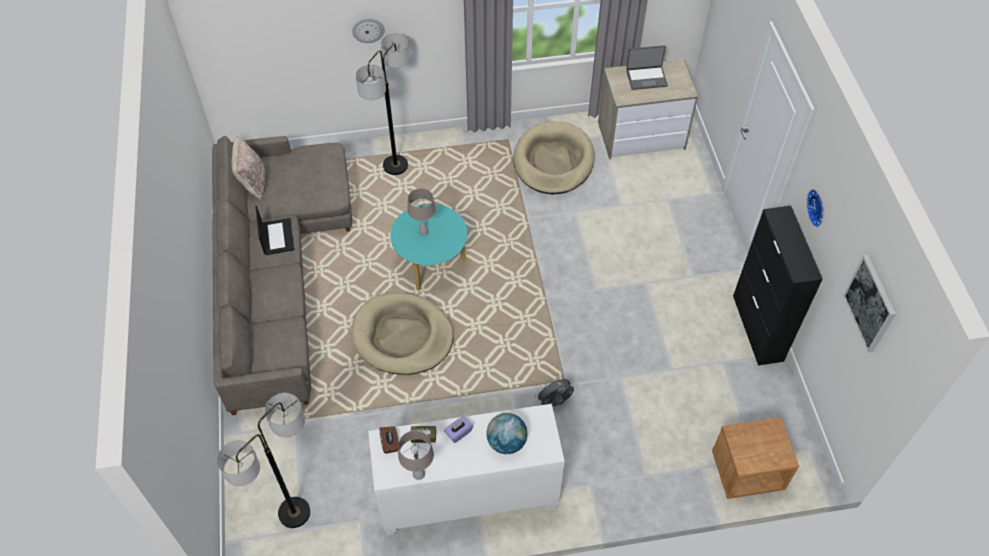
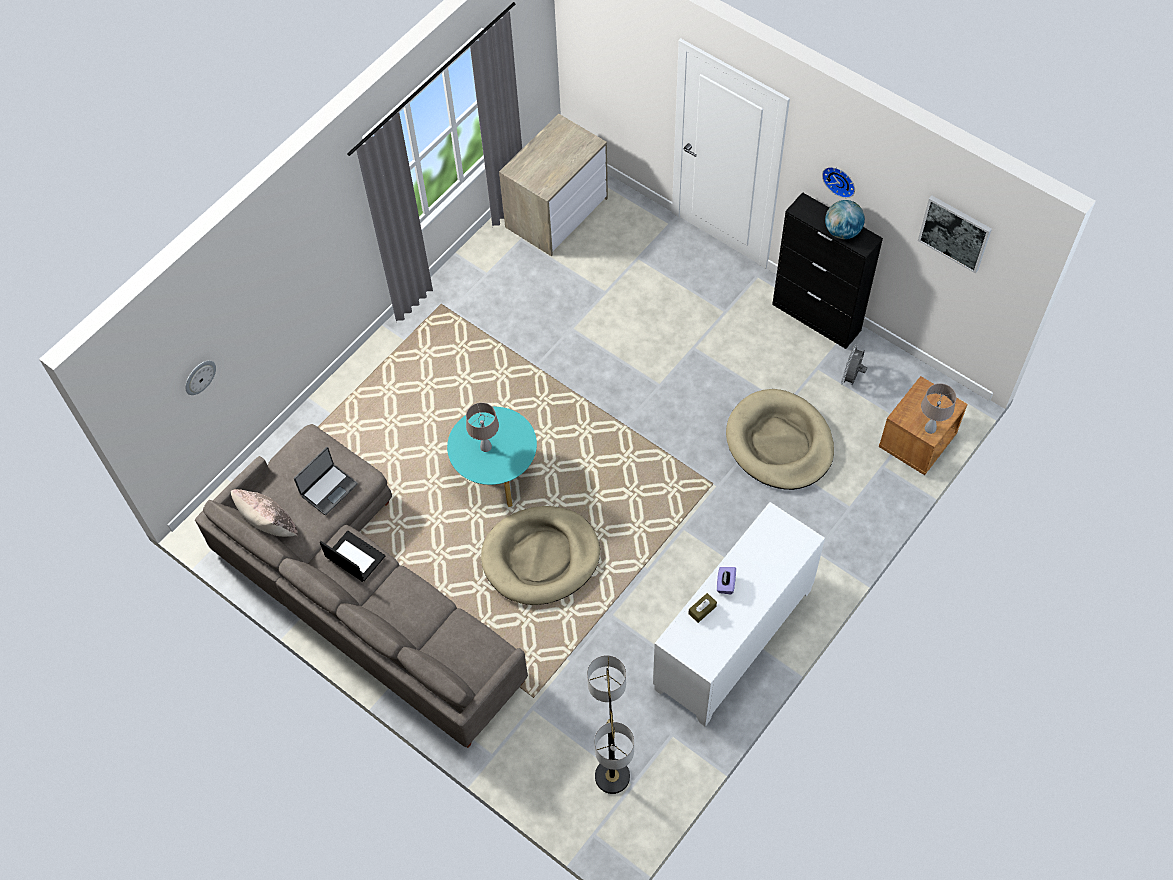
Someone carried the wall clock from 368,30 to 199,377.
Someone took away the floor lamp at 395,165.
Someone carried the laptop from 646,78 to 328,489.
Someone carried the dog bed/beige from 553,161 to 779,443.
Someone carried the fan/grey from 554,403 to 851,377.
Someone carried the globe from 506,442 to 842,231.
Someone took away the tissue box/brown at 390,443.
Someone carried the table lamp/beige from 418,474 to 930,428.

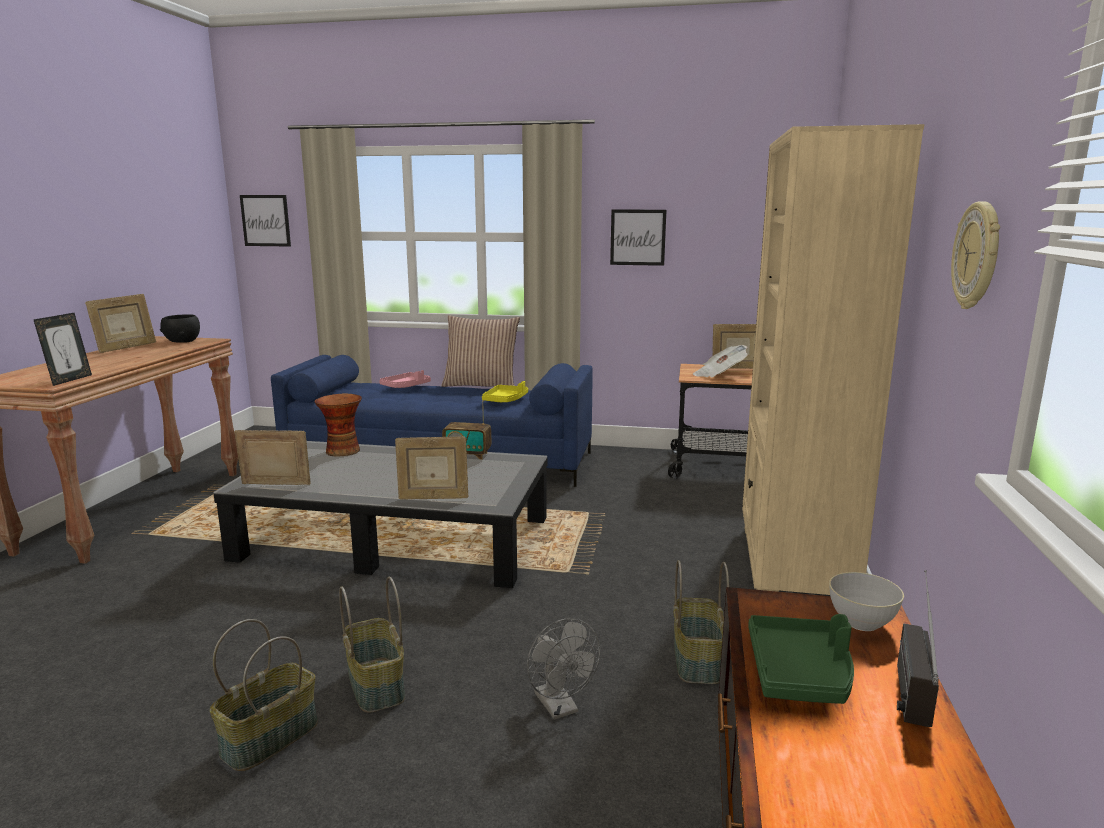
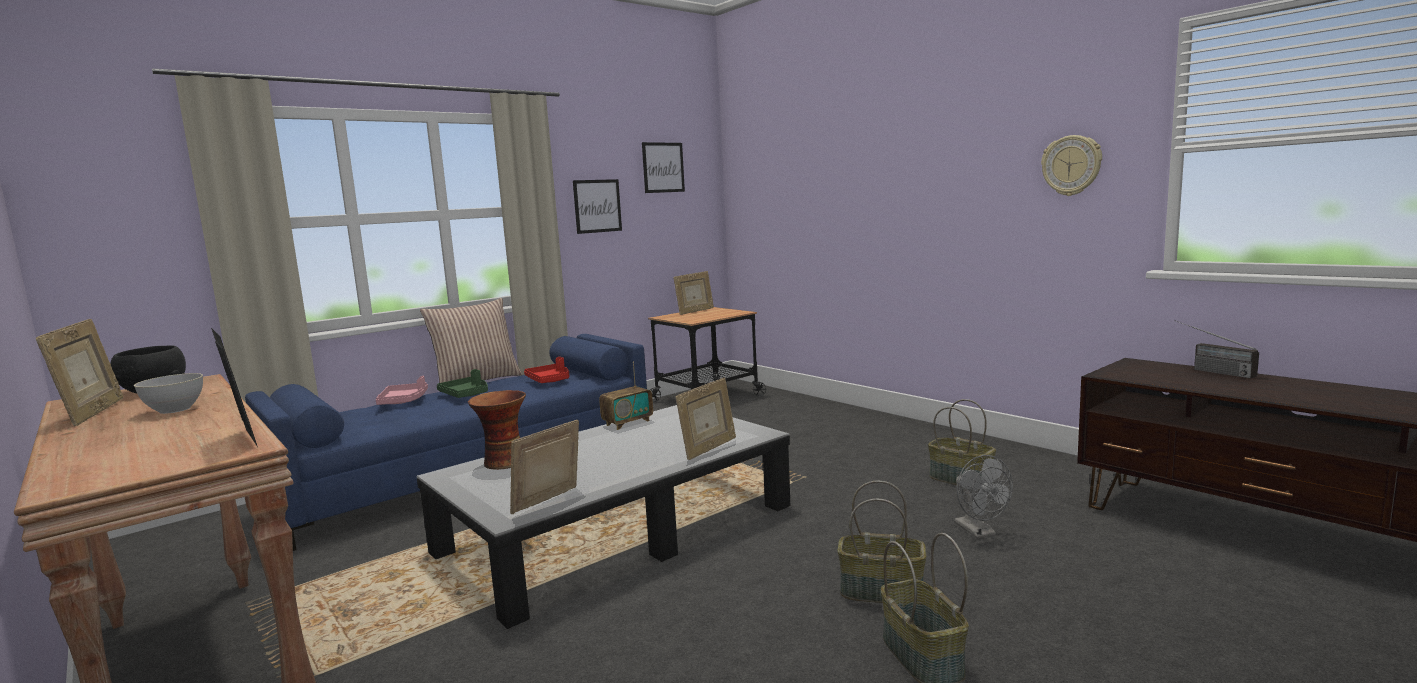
Someone took away the bookcase/beige at 792,569.
Someone carried the picture from 265,220 to 663,167.
Someone took away the newspaper at 719,375.
Someone repainted the tray/yellow at 505,400, which became the tray/red at 549,380.
Someone carried the bowl/grey from 861,622 to 175,409.
Someone carried the tray/green from 800,673 to 466,394.
Someone rotated the fan/grey at 560,707 by 60 degrees clockwise.

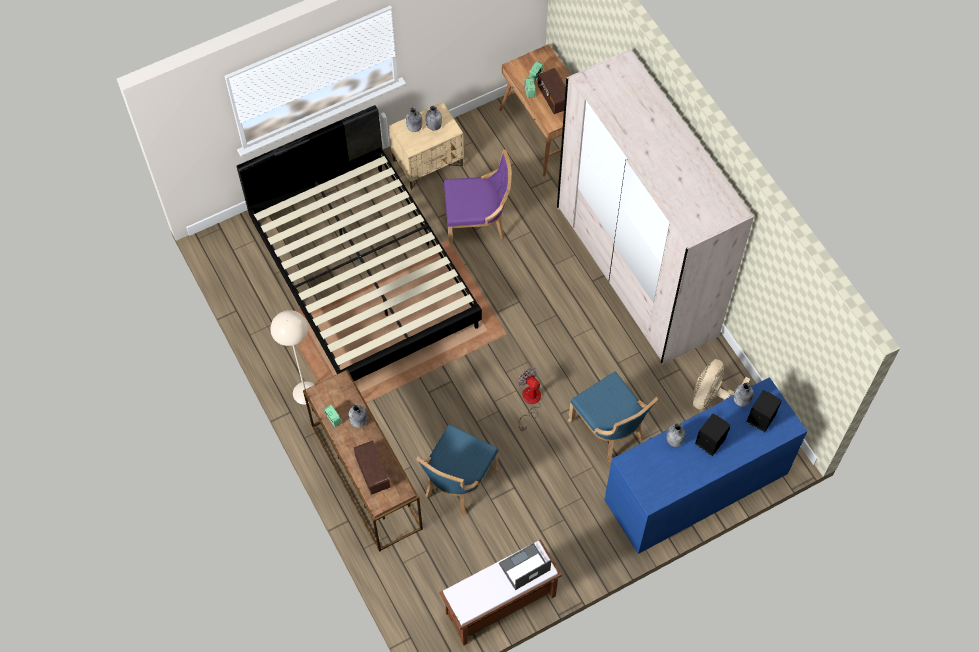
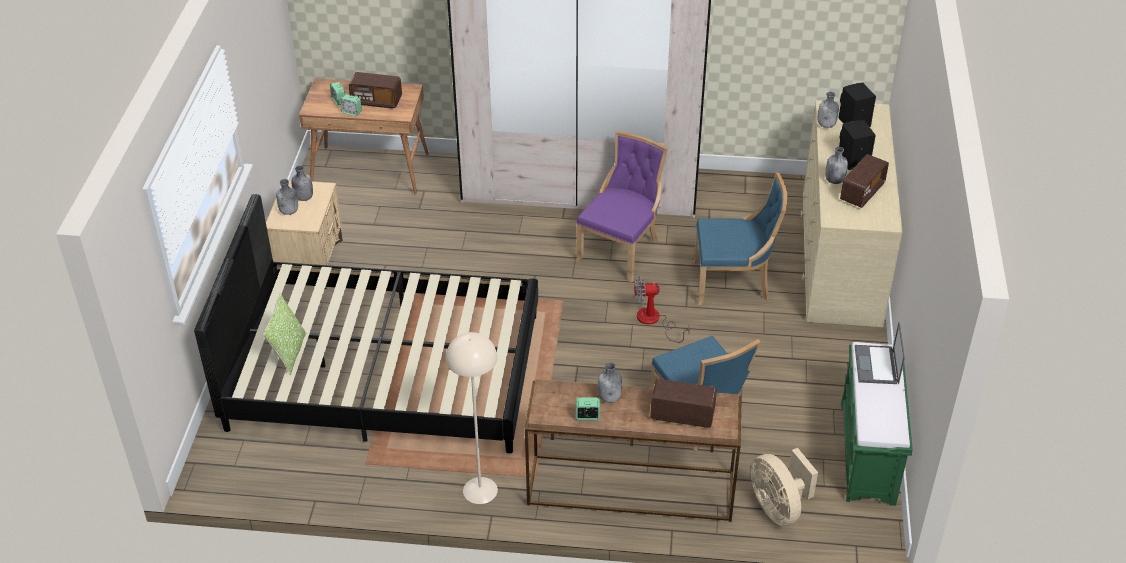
Someone carried the chair/purple from 477,224 to 621,250.
Someone carried the fan/beige from 712,397 to 778,507.
Someone repainted the dresser/blue at 696,486, which became the dresser/beige at 840,256.
Someone repainted the bench/brown at 500,605, which became the bench/green at 868,453.
Someone put down the radio at 862,192.
Someone put down the pillow at 289,353.

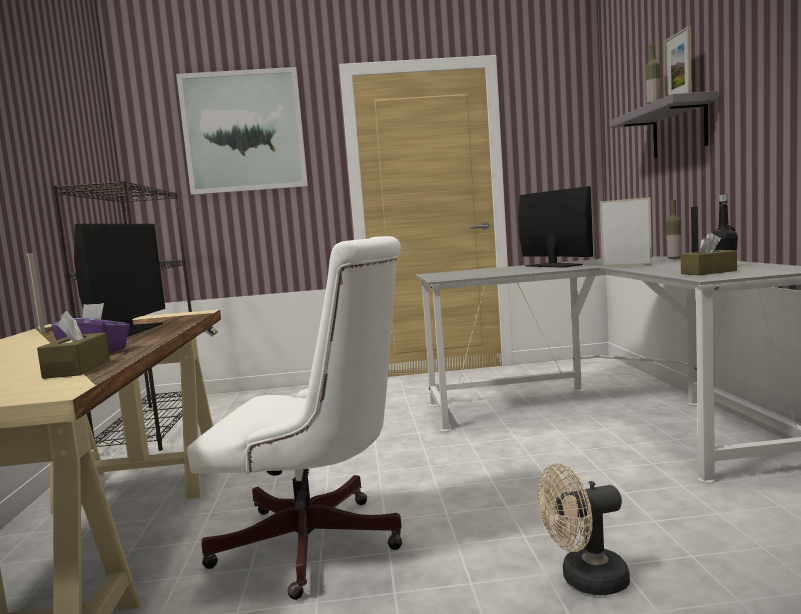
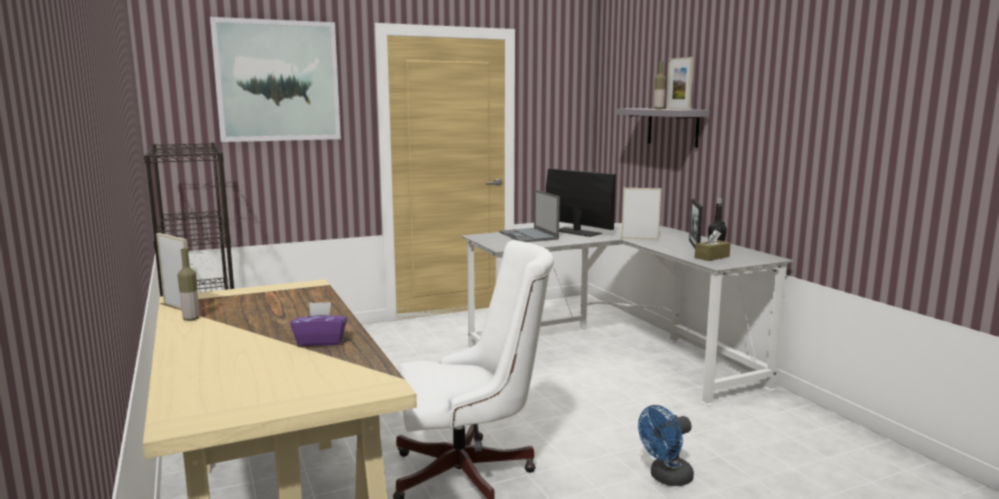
Someone carried the bottle from 674,258 to 191,319.
Someone took away the monitor at 128,331.
Someone took away the tissue box/brown at 77,369.
Someone repainted the fan/beige at 585,580, which became the fan/blue at 666,478.
Someone put down the laptop at 529,236.

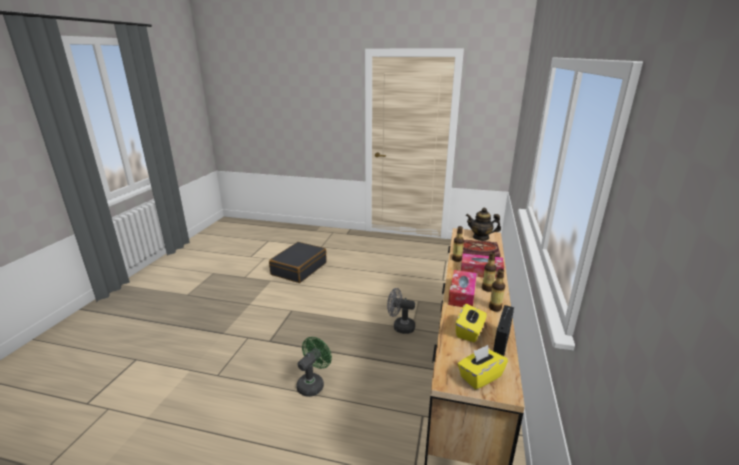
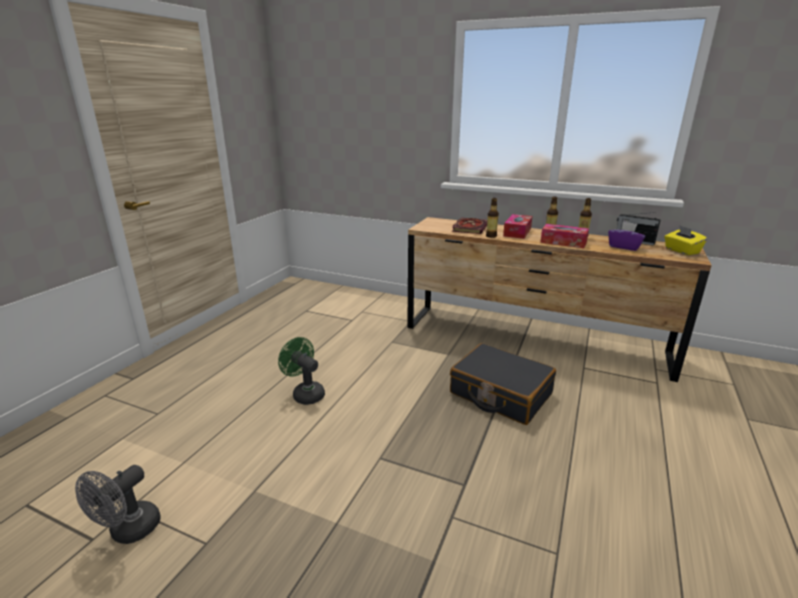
Someone took away the teapot at 481,237.
Someone carried the suitcase/black from 299,268 to 500,394.
Someone carried the fan/grey from 400,327 to 129,532.
Someone repainted the tissue box/yellow at 470,332, which became the tissue box/purple at 624,247.
Someone carried the fan/green from 313,383 to 305,393.

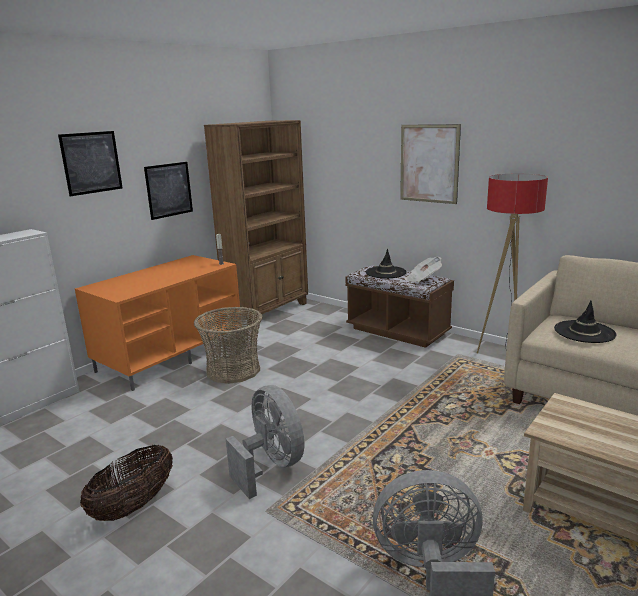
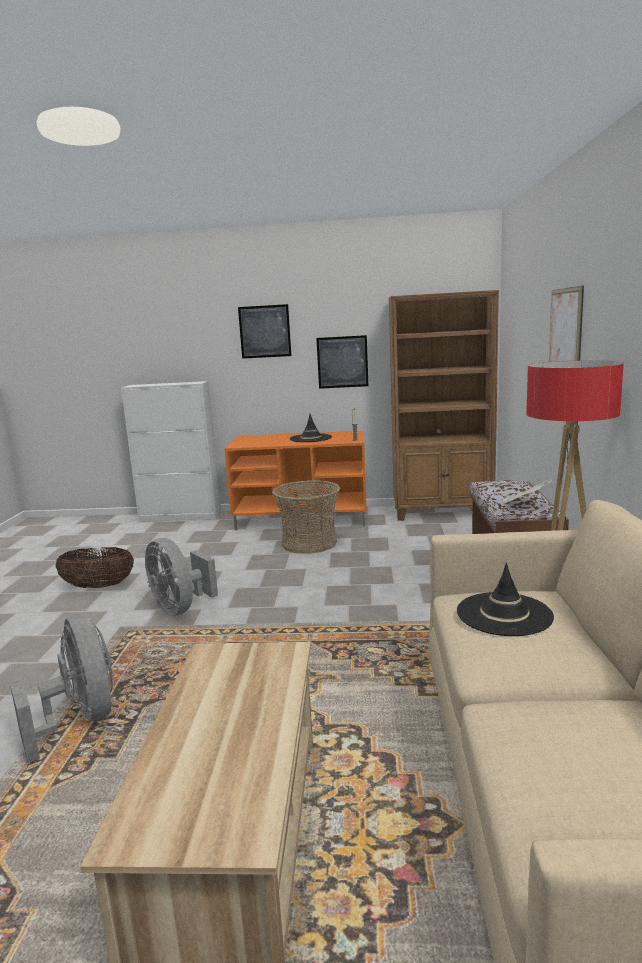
Someone carried the hat/black from 385,272 to 311,438.
Someone rotated the fan/grey at 271,466 by 120 degrees clockwise.

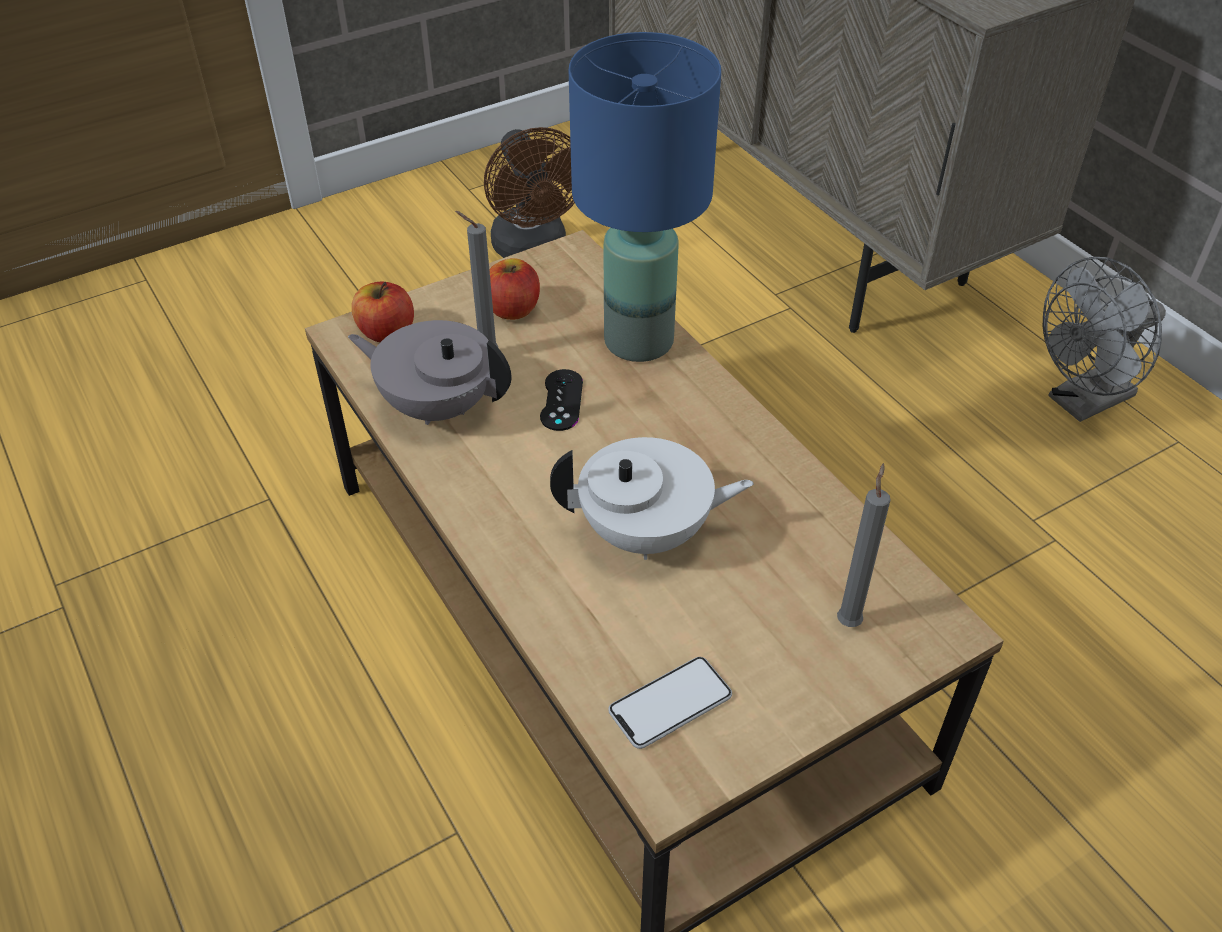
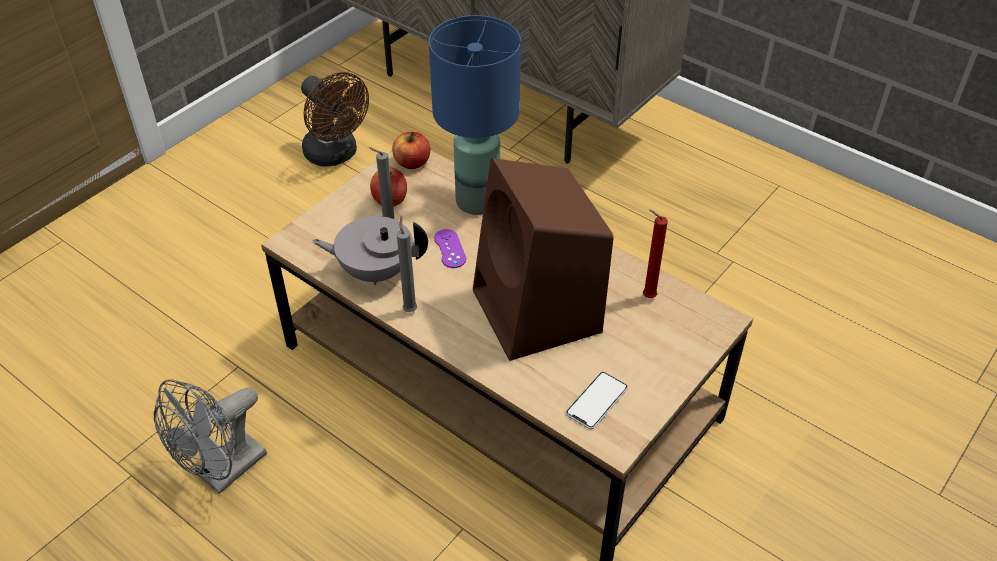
Someone carried the fan/grey from 1081,403 to 223,472.
Someone carried the apple from 386,332 to 412,163.
Someone repainted the game controller/black at 561,400, which became the game controller/purple at 449,249.
Someone swapped the teapot/white at 647,533 for the speaker/brown at 539,313.
Someone carried the candle/grey from 849,620 to 410,309.
Someone put down the candle/red at 646,296.

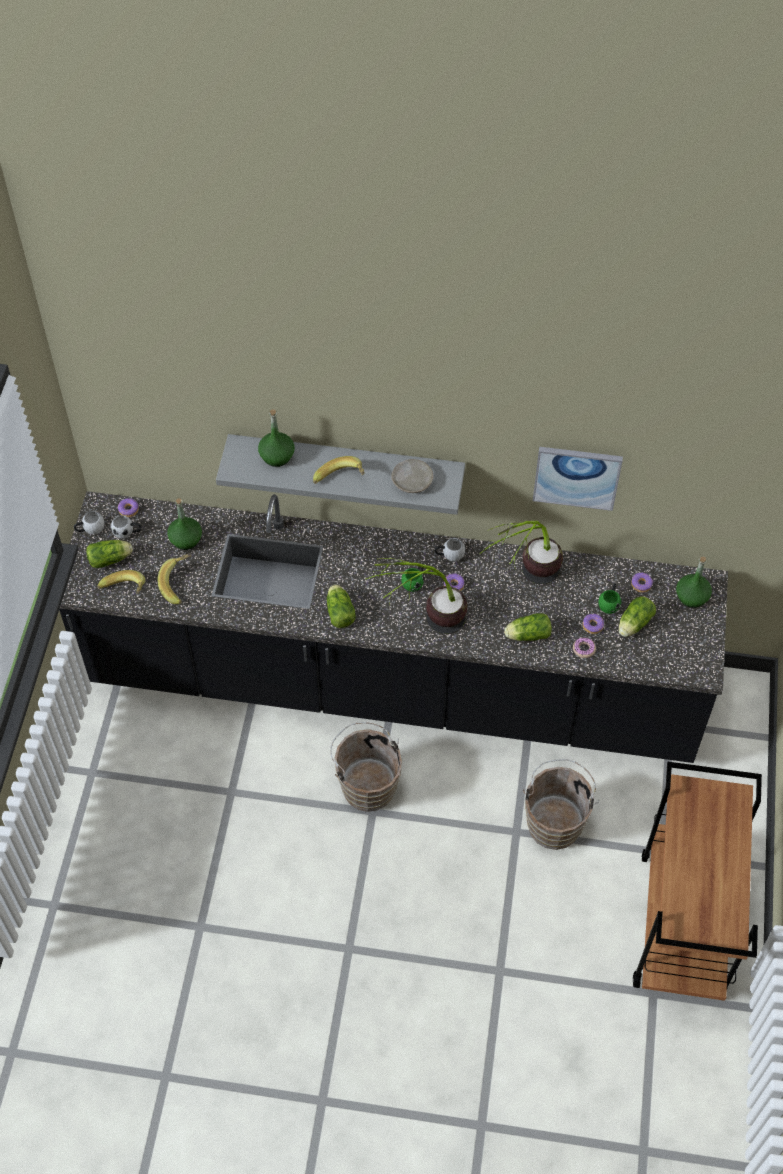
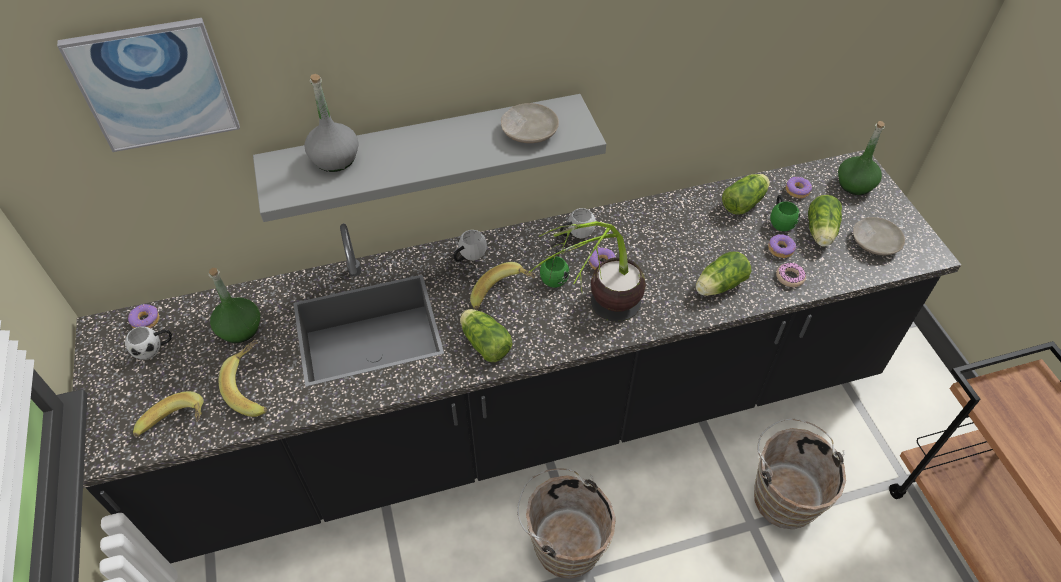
Someone repainted the bottle/green at 277,456, which became the bottle/grey at 335,159.
Someone carried the picture from 576,476 to 155,85.
Someone carried the banana from 341,481 to 503,296.
Someone carried the mug/white from 90,529 to 469,256.
Someone took away the potted plant at 524,581.
Someone carried the lettuce from 111,559 to 745,202.
Someone put down the plate/beige at 875,242.

